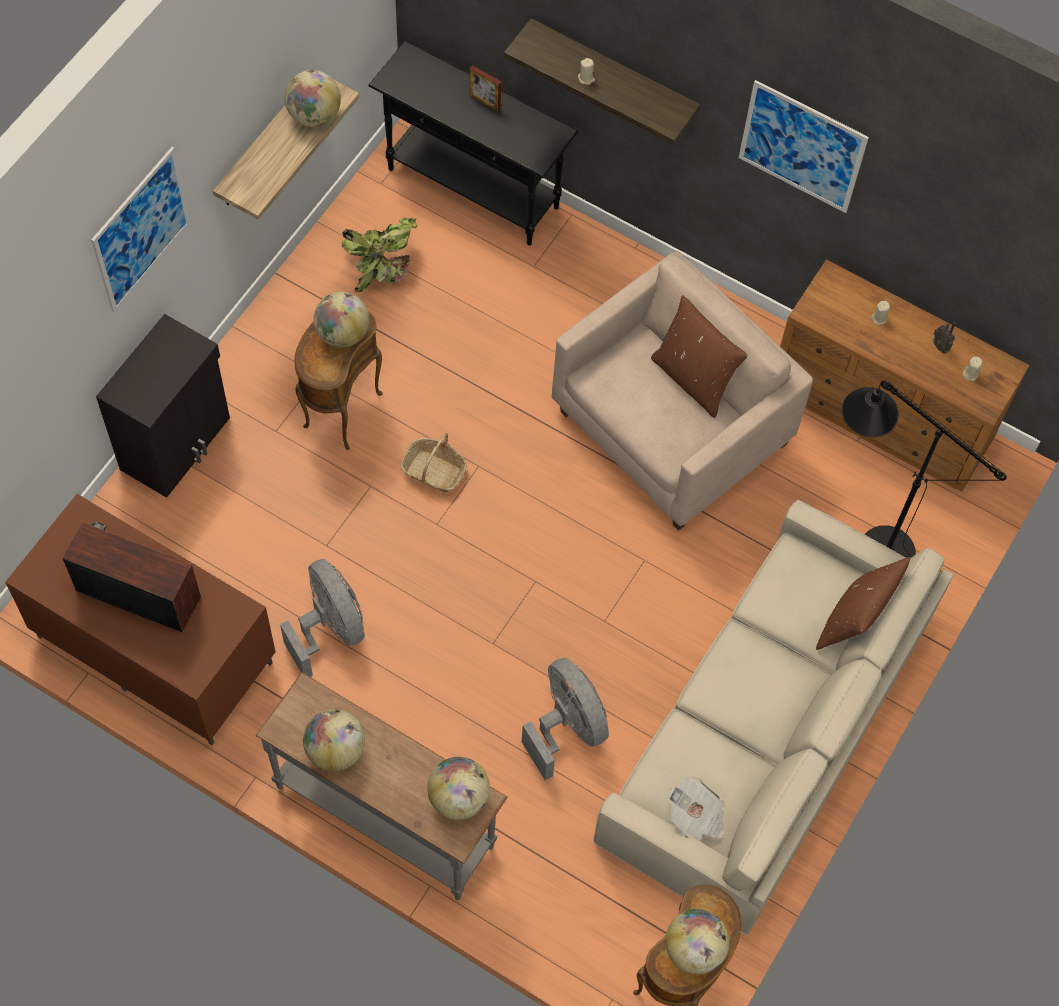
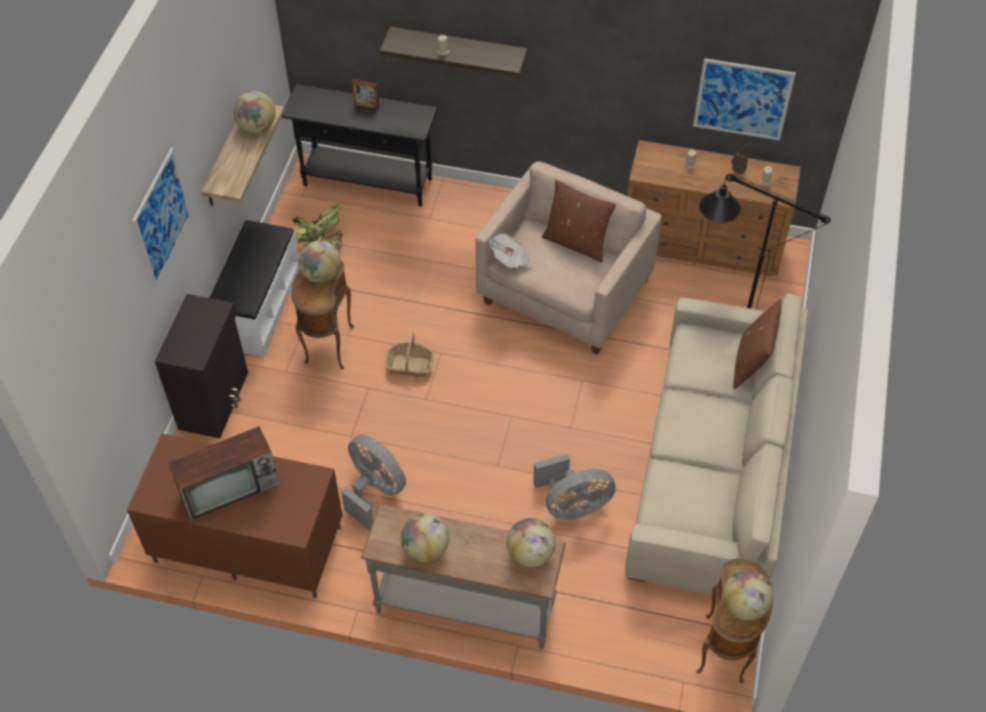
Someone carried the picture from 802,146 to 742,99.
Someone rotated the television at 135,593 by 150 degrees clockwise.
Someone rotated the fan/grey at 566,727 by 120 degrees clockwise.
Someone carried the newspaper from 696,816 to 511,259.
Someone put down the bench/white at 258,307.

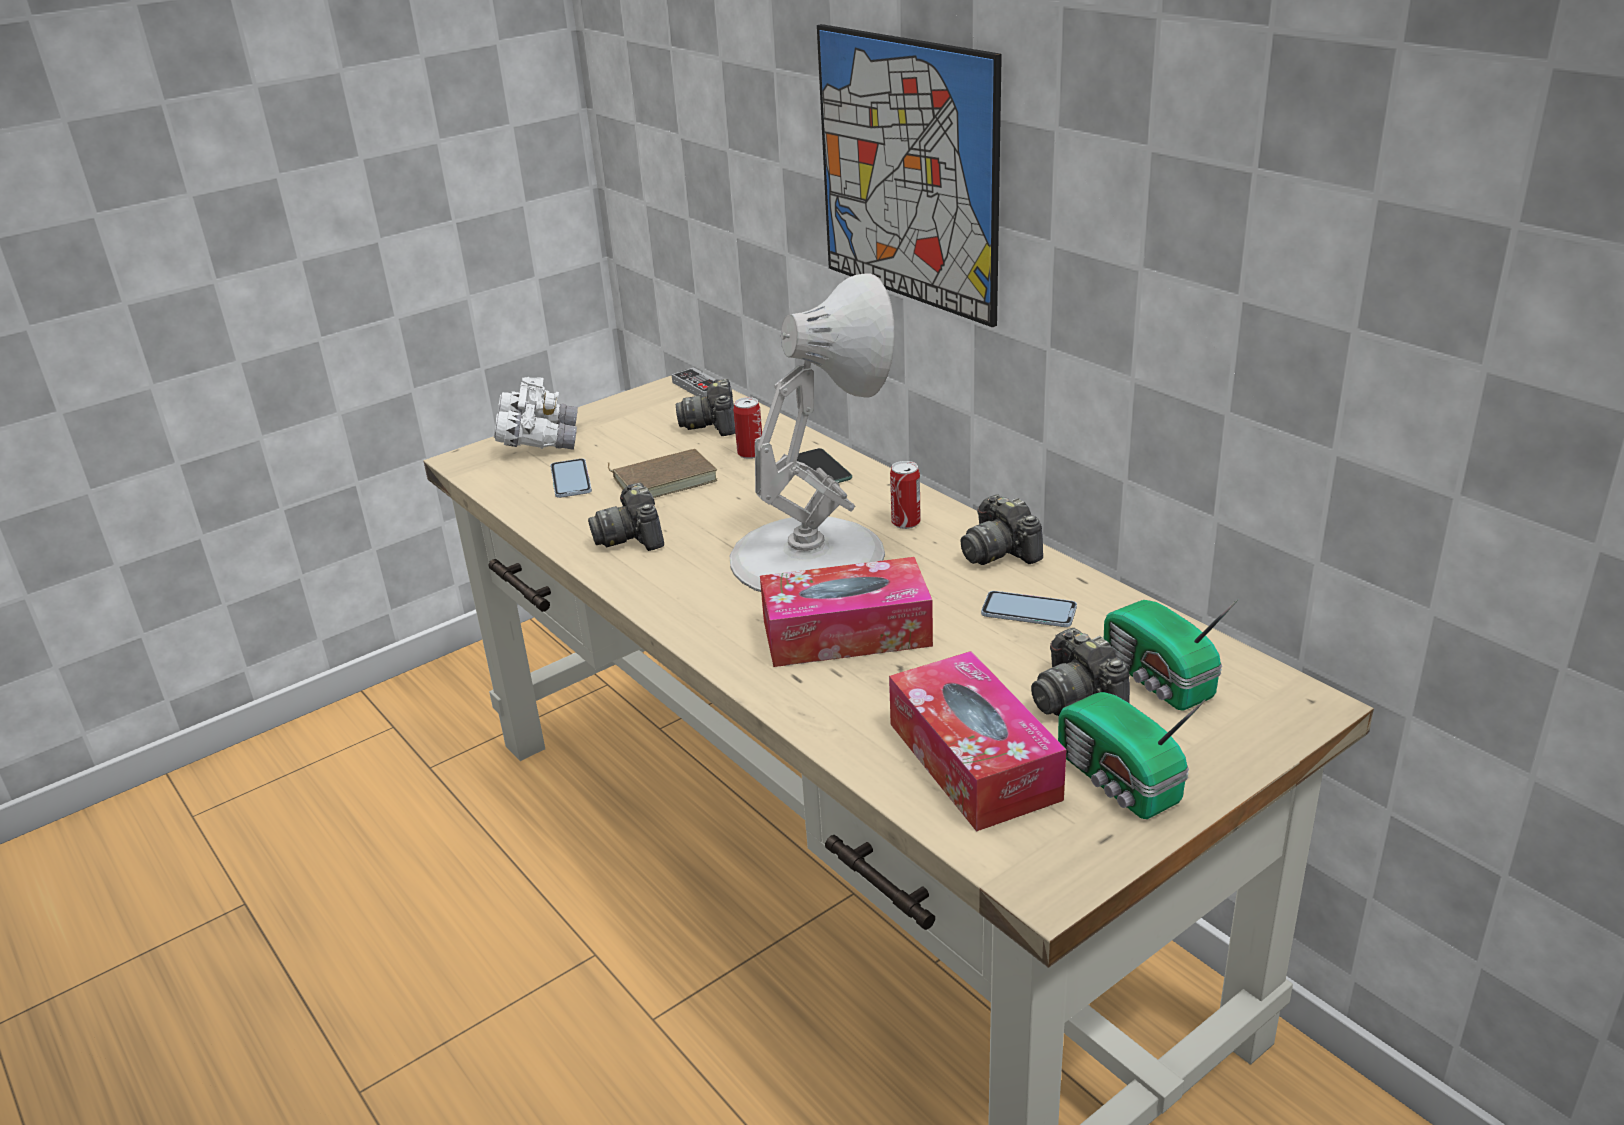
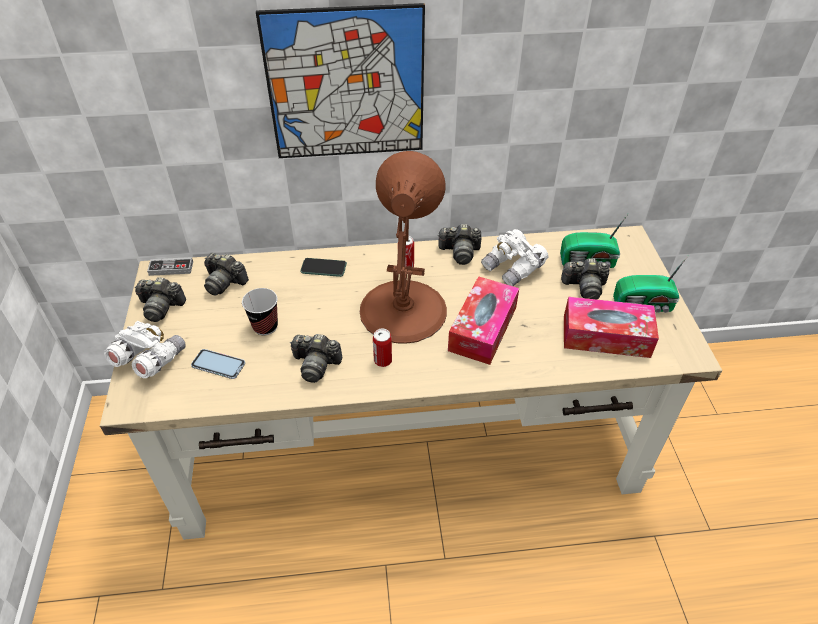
Someone repainted the table lamp/white at 810,555, which became the table lamp/brown at 403,309.
Someone carried the can from 750,453 to 383,360.
Someone swapped the book/brown at 664,479 for the cup at 265,326.
Someone swapped the phone at 1028,611 for the binoculars/white at 513,268.
Someone put down the photo camera at 161,307.

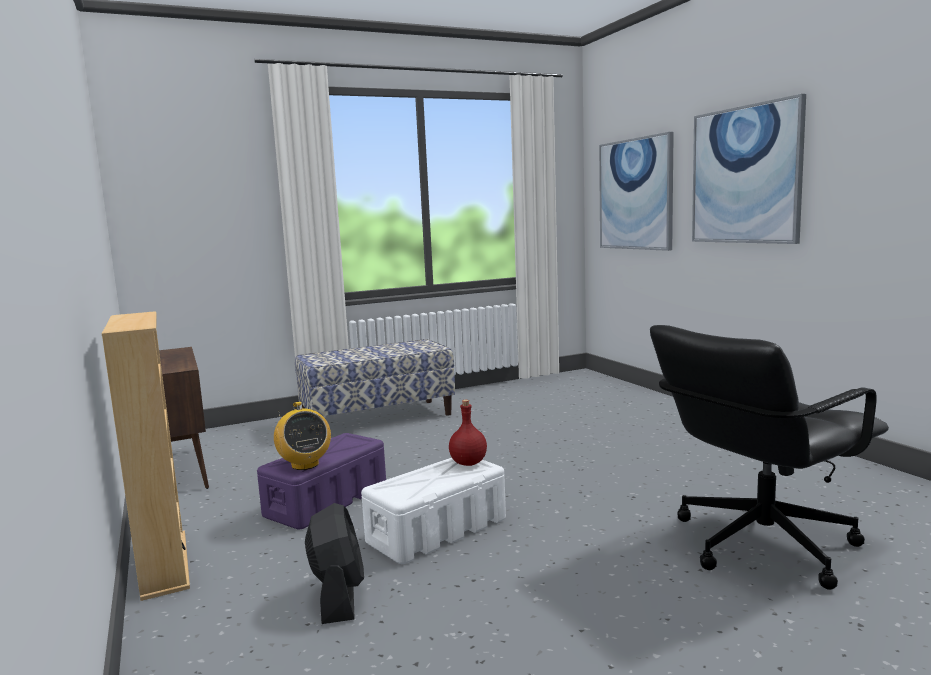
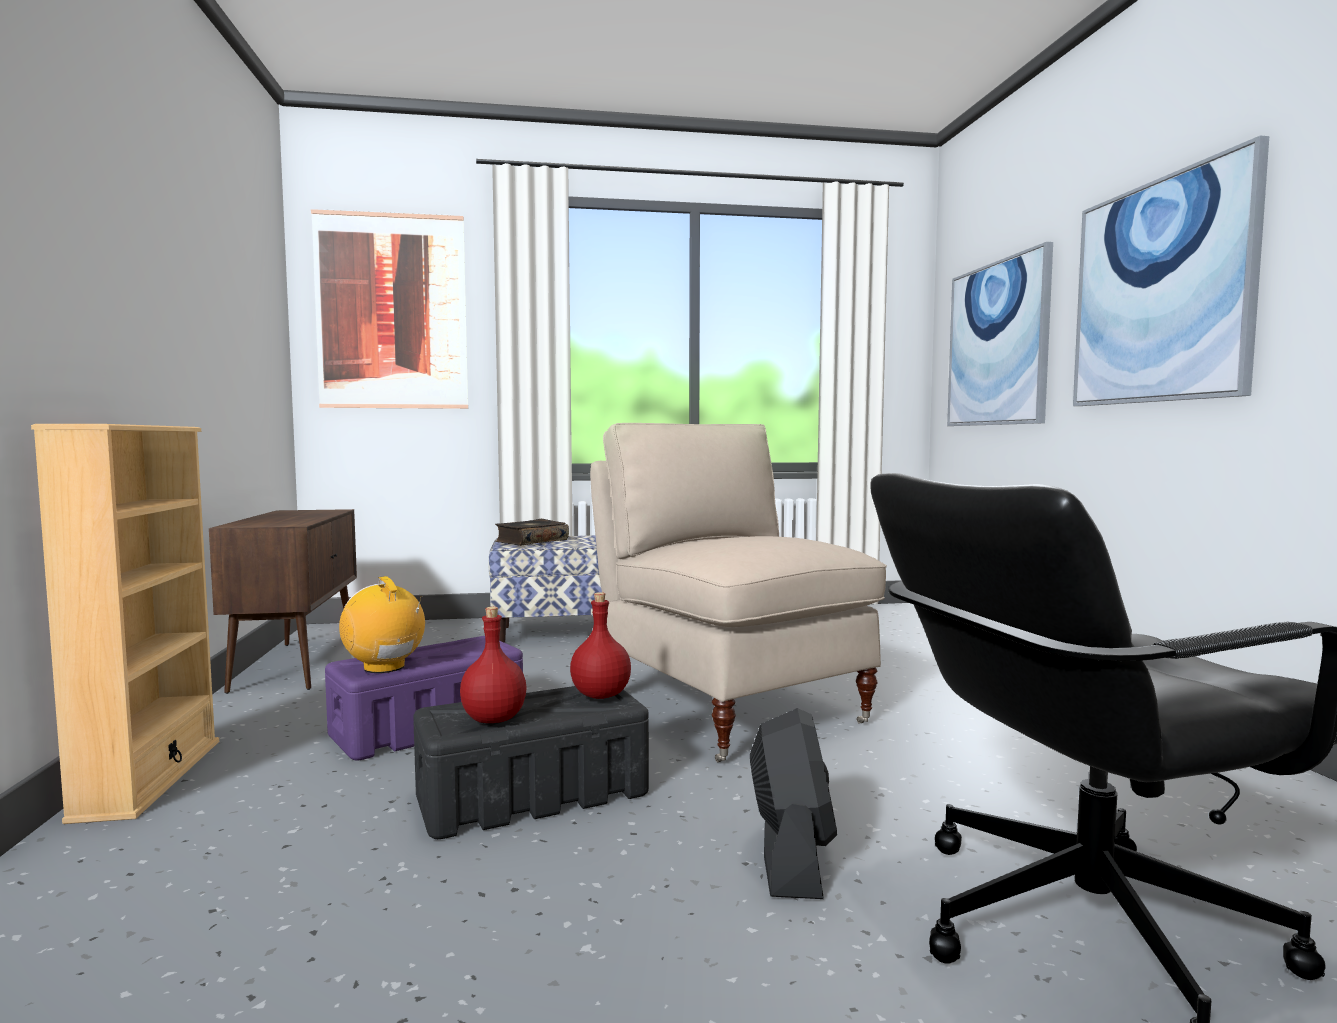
Someone rotated the radio at 304,465 by 150 degrees clockwise.
Someone repainted the storage box/white at 438,530, which became the storage box/black at 534,795.
Someone carried the fan/black from 338,596 to 791,857.
Someone put up the picture at 392,311.
Someone put down the chair/beige at 729,708.
Someone put down the book at 531,541.
Someone put down the bottle/red at 494,718.

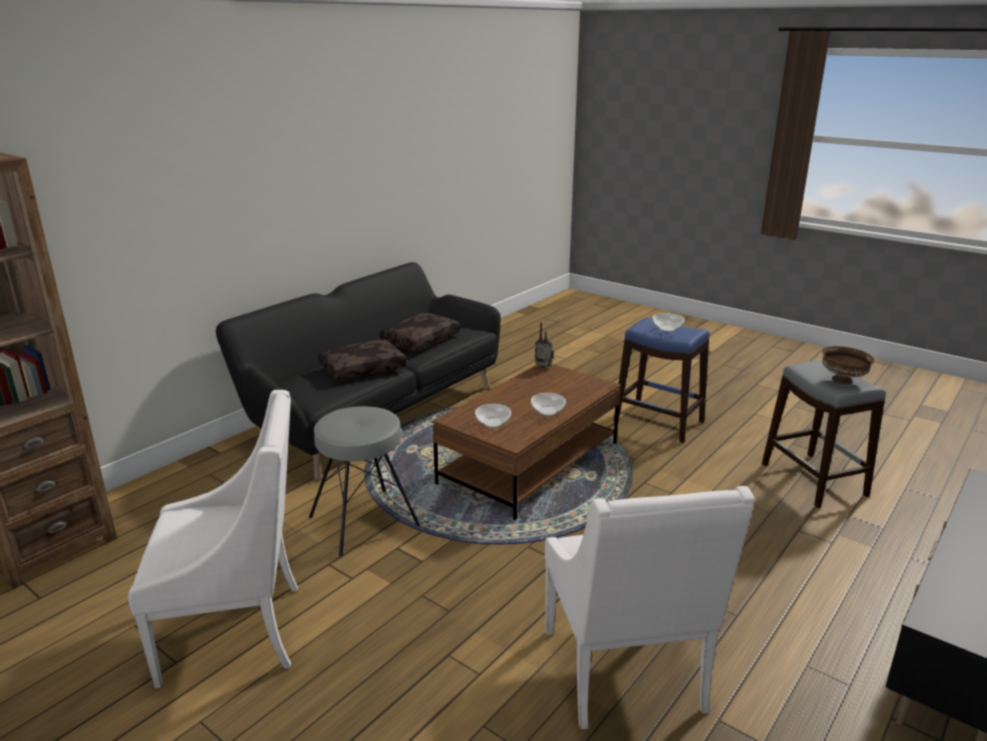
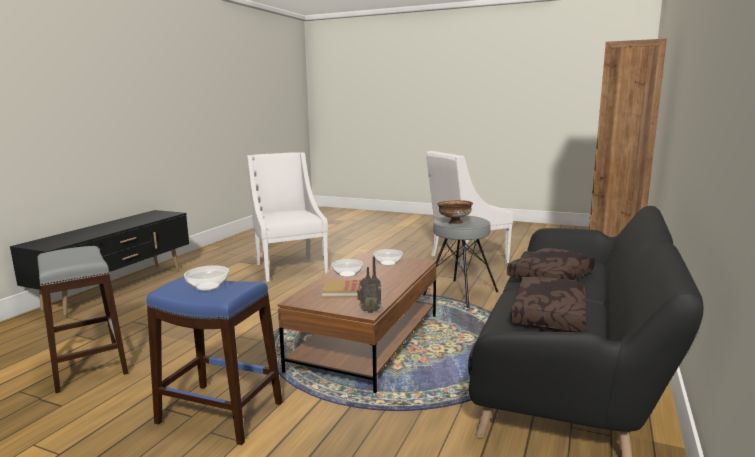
Someone carried the bowl/brown from 843,380 to 454,222.
Someone put down the book at 345,291.

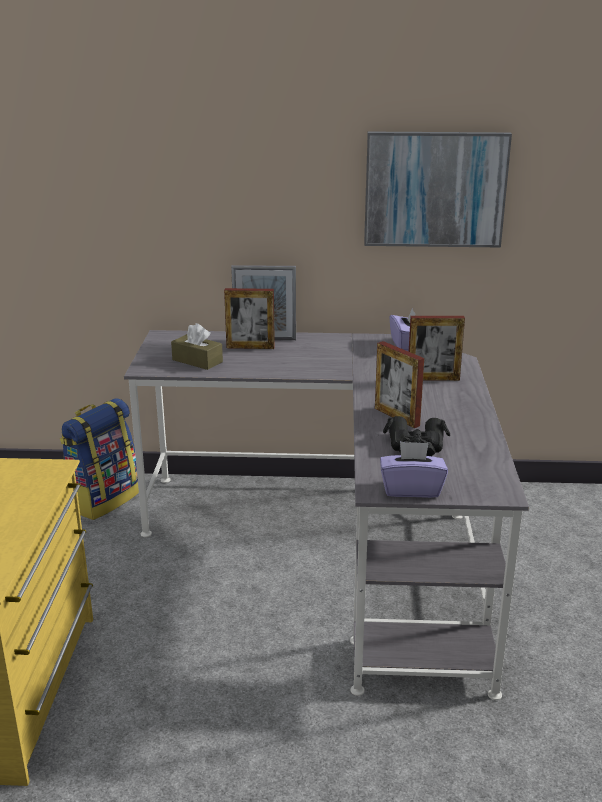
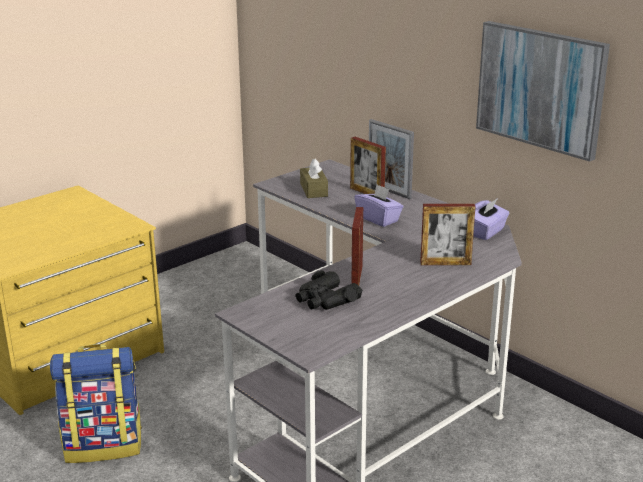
Someone rotated the picture frame at 433,379 by 45 degrees counterclockwise.
Someone carried the backpack from 103,499 to 104,445.
Someone carried the tissue box/purple from 411,489 to 378,219.

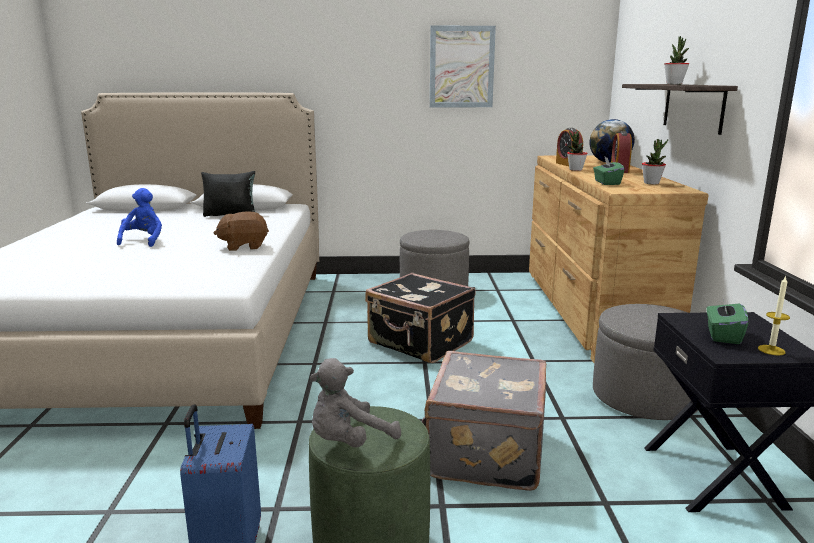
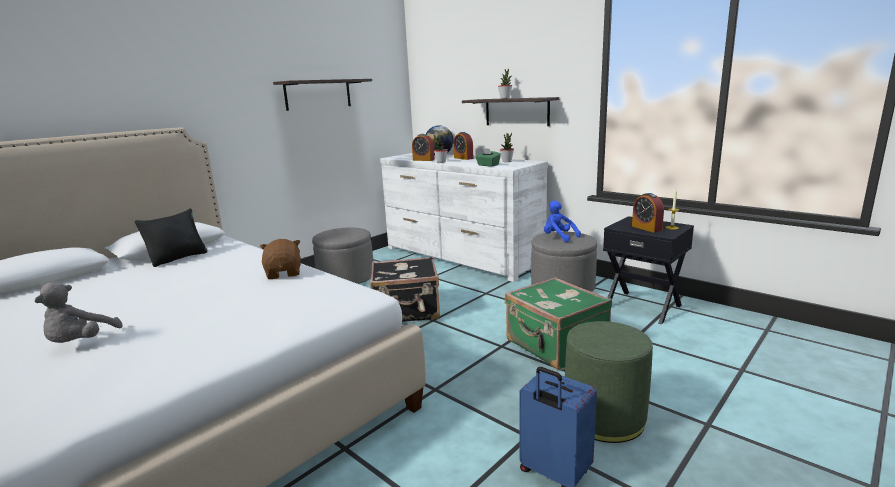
Someone swapped the picture at 461,67 for the shelf at 318,94.
Someone repainted the dresser/brown at 591,311, which became the dresser/white at 460,256.
Someone carried the plush toy/blue from 143,241 to 558,237.
Someone rotated the plush toy/brown at 244,246 by 135 degrees clockwise.
Someone swapped the tissue box/green at 722,335 for the alarm clock at 646,228.
Someone repainted the suitcase/grey at 483,452, which became the suitcase/green at 555,346.
Someone carried the plush toy/grey from 349,442 to 81,343.

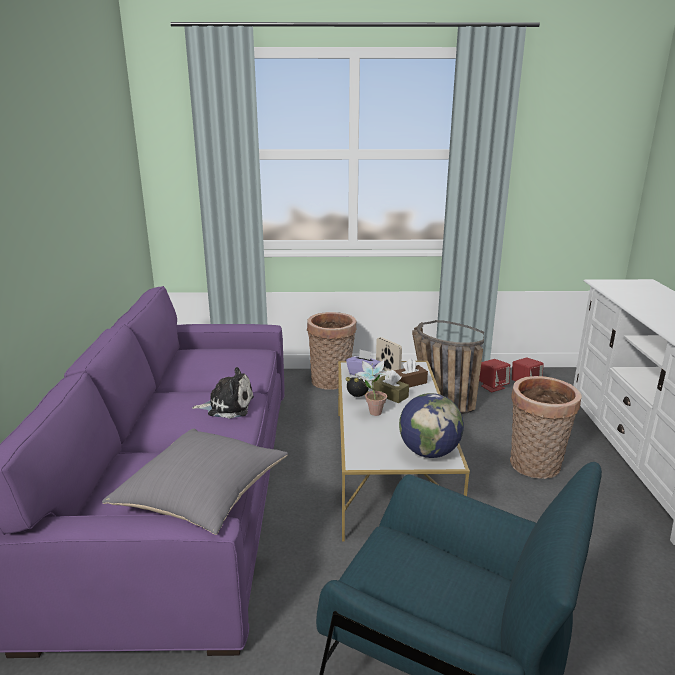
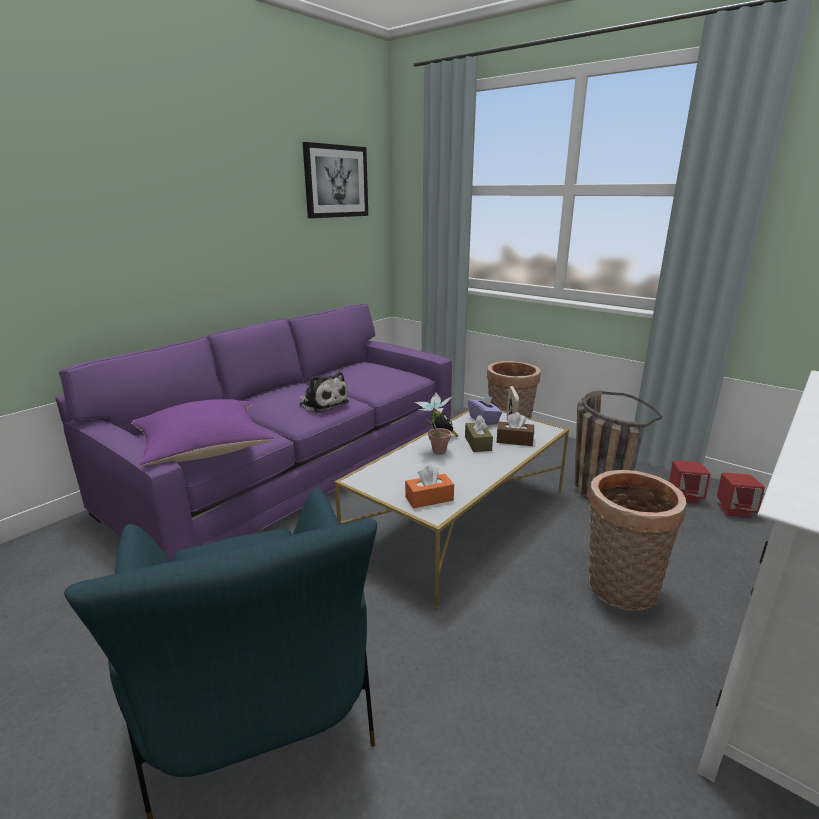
Someone swapped the globe at 429,452 for the tissue box/orange at 429,498.
Someone repainted the pillow/grey at 203,500, which became the pillow/purple at 203,452.
Someone put up the picture at 336,181.

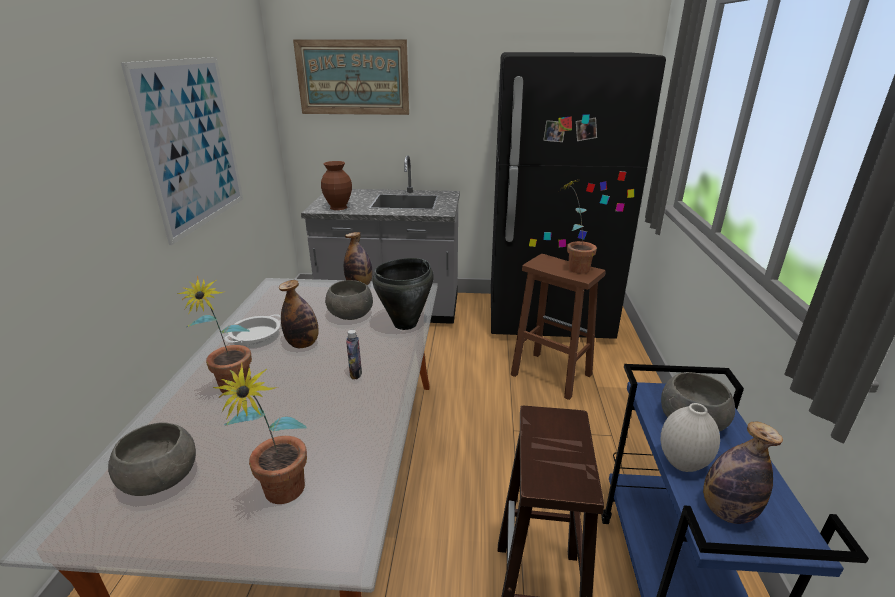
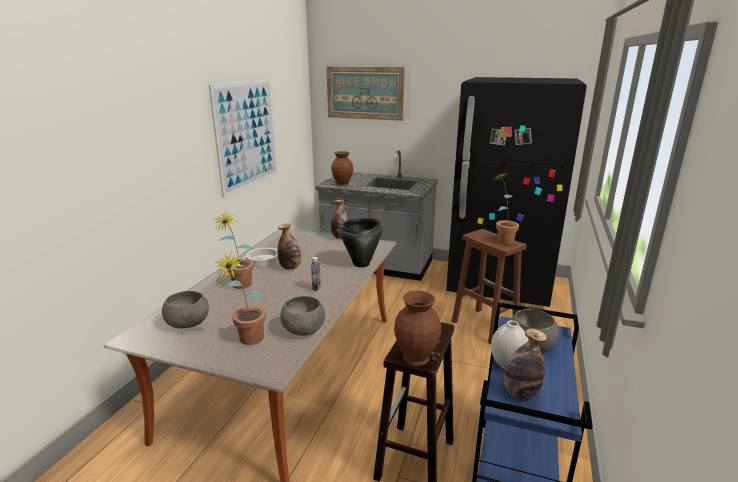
Someone carried the bowl/grey from 351,314 to 304,329.
Someone put down the vase/brown at 416,356.

